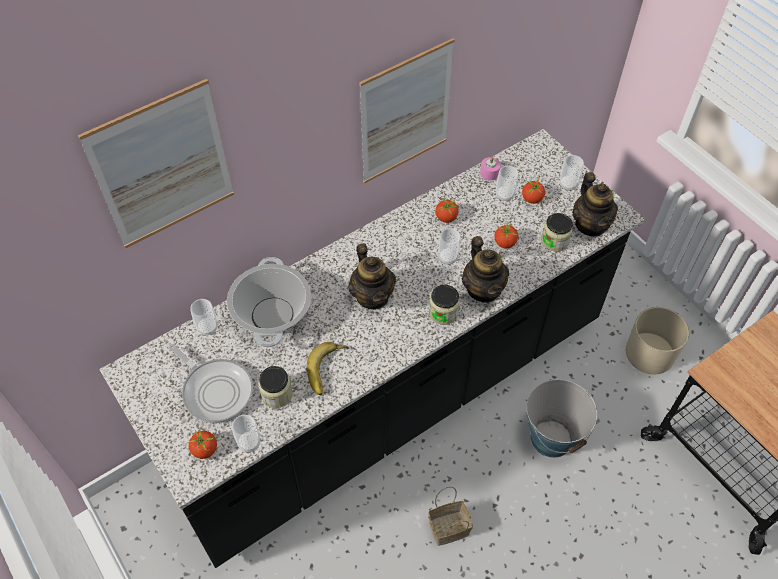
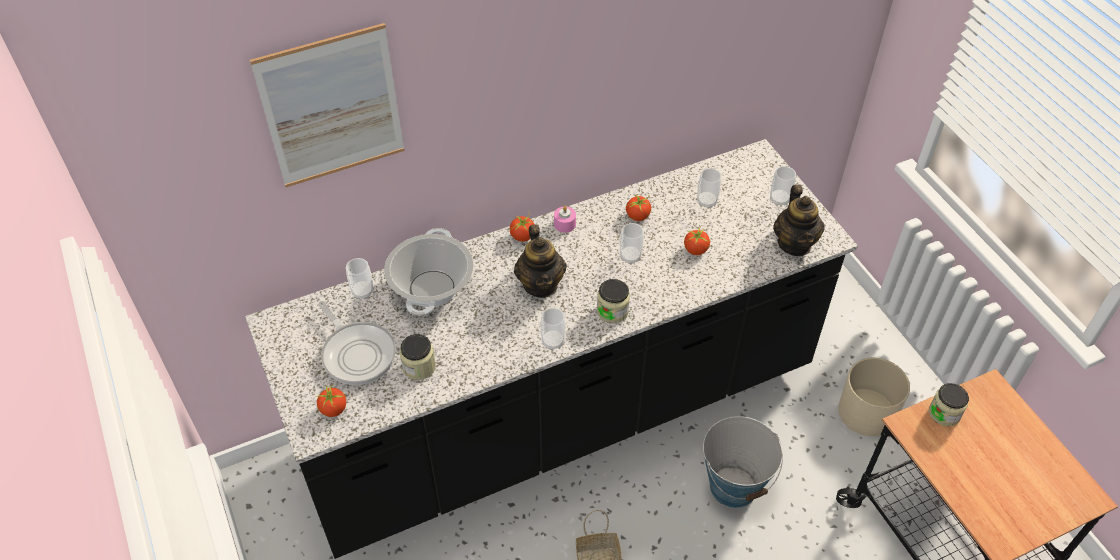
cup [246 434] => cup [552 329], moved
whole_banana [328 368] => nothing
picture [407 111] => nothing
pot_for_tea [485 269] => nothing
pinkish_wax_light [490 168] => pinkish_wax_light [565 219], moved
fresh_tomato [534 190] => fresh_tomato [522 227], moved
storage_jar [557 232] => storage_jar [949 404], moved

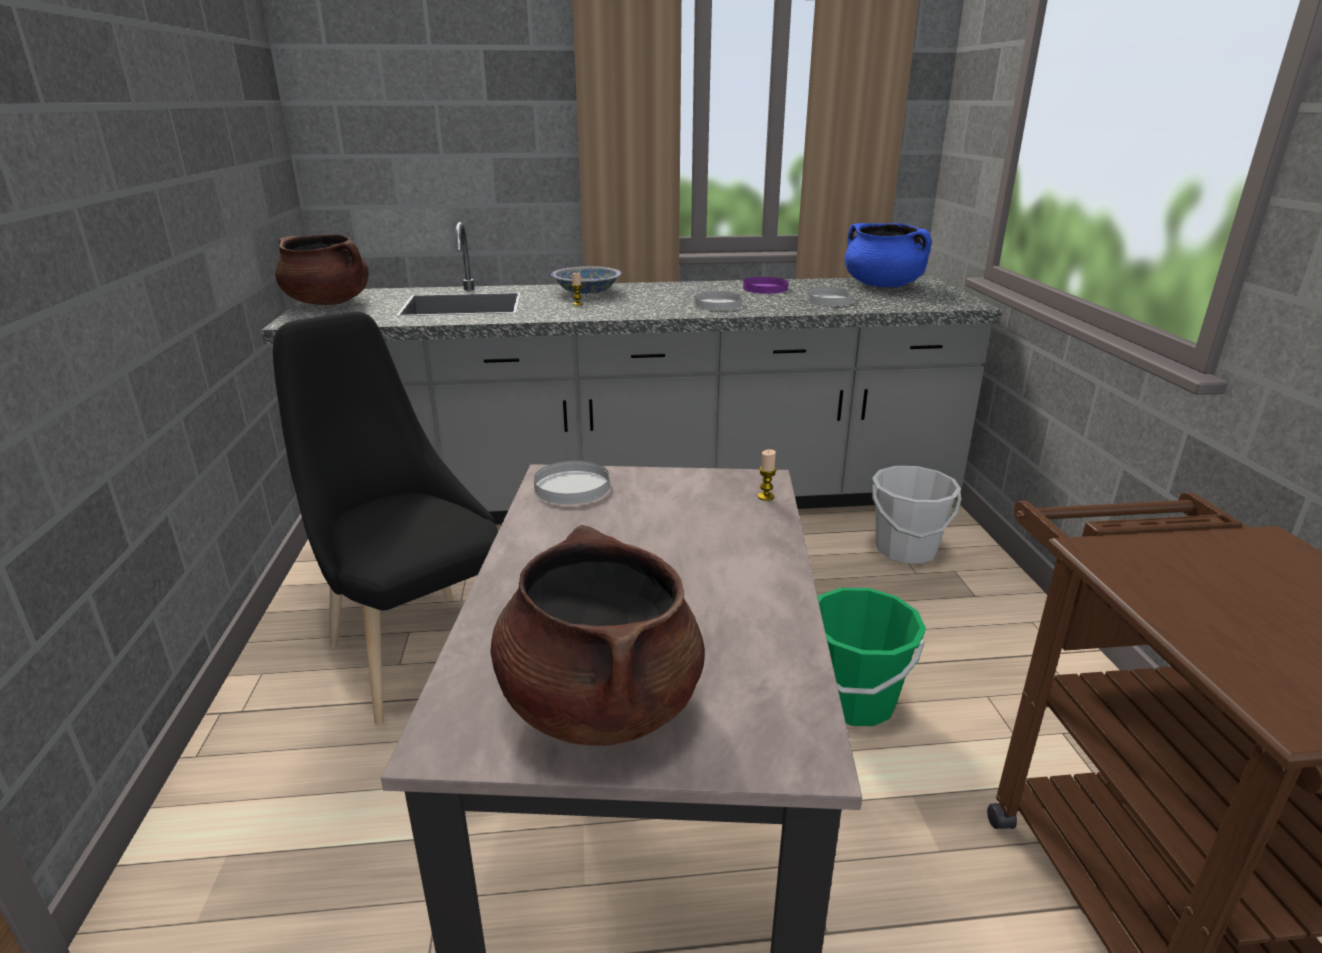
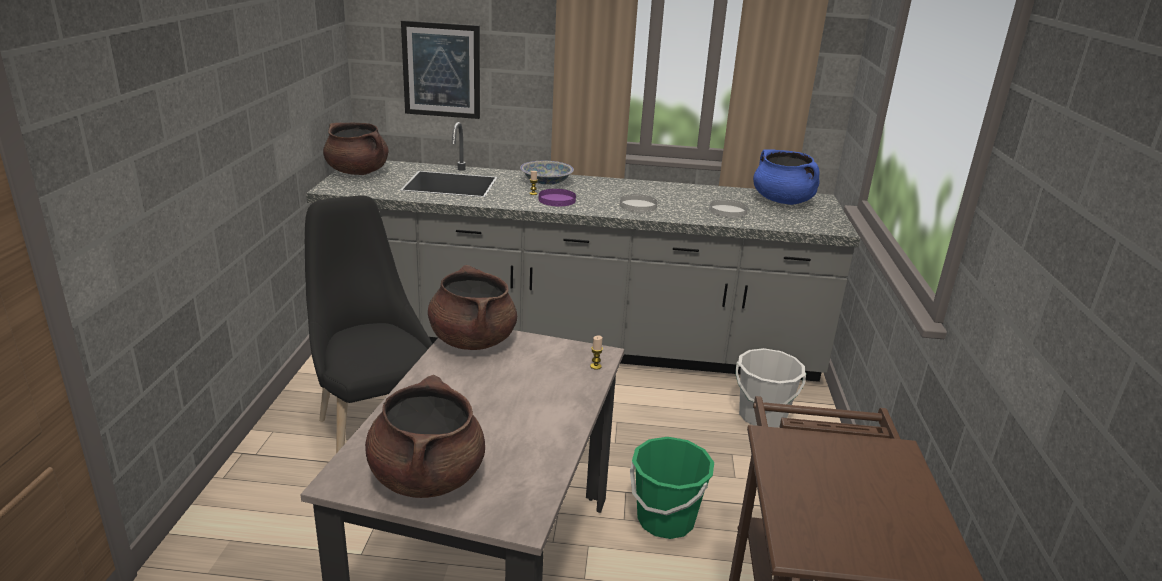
white-coloured_plate [572 482] => brown-coloured_stockpot [472 307]
purple_plate [766 285] => purple_plate [557 197], moved
nothing => picture [440 69]

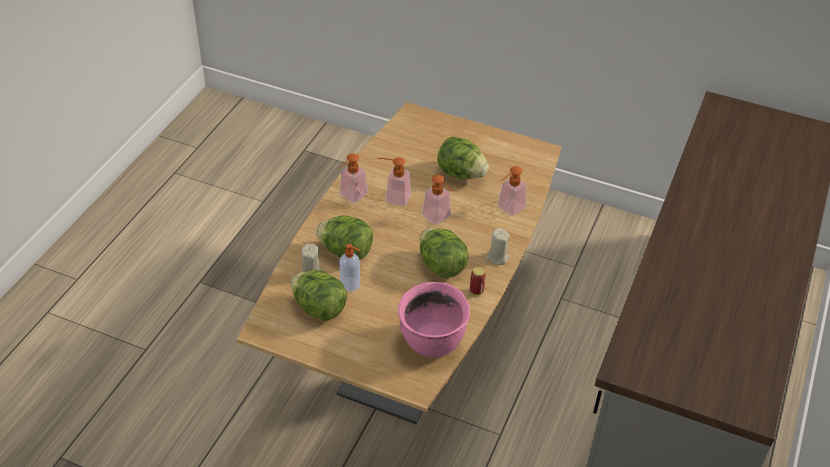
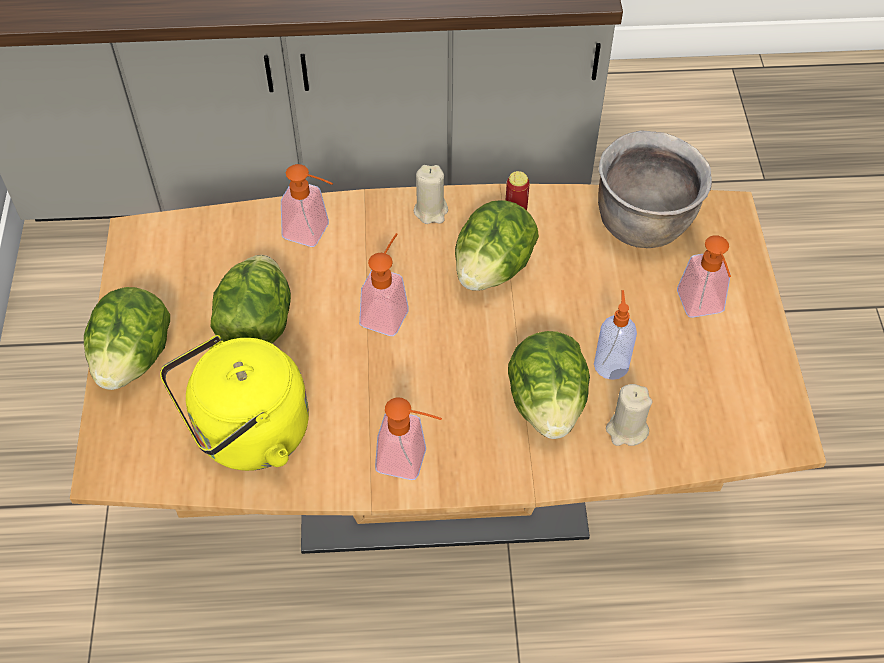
lettuce_head [319 295] => lettuce_head [127 338], moved
liquid_soap_bottle [394 181] => liquid_soap_bottle [704 277], moved
pinkish_stockpot [434 319] => brown-coloured_stockpot [655 189]
nothing => yellow_tea_kettle [234 403]

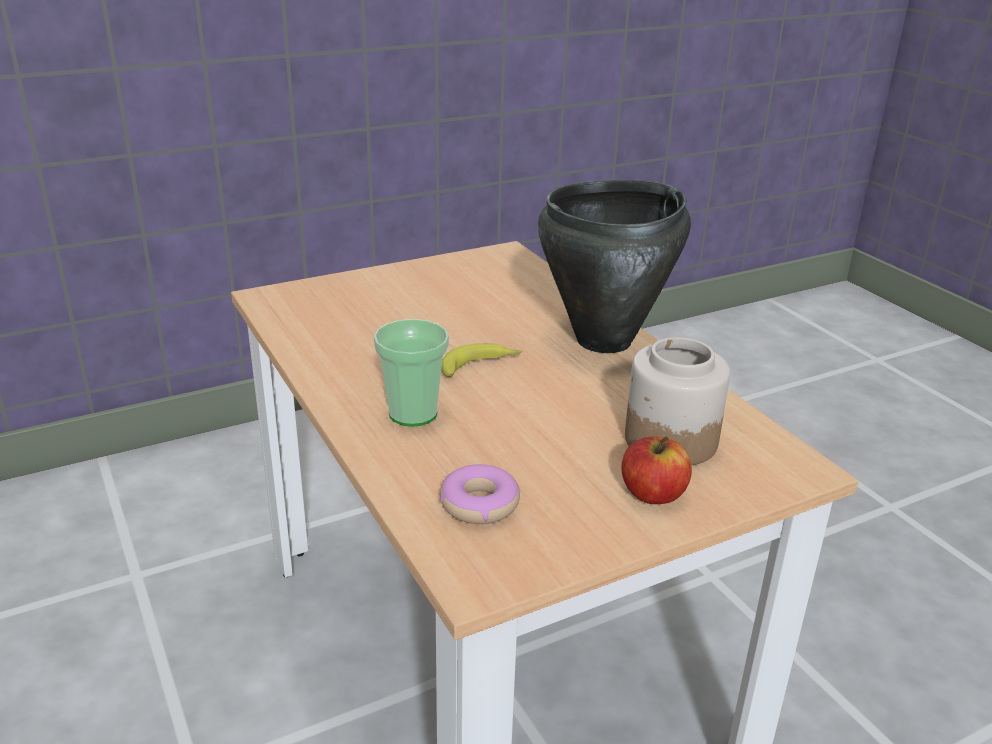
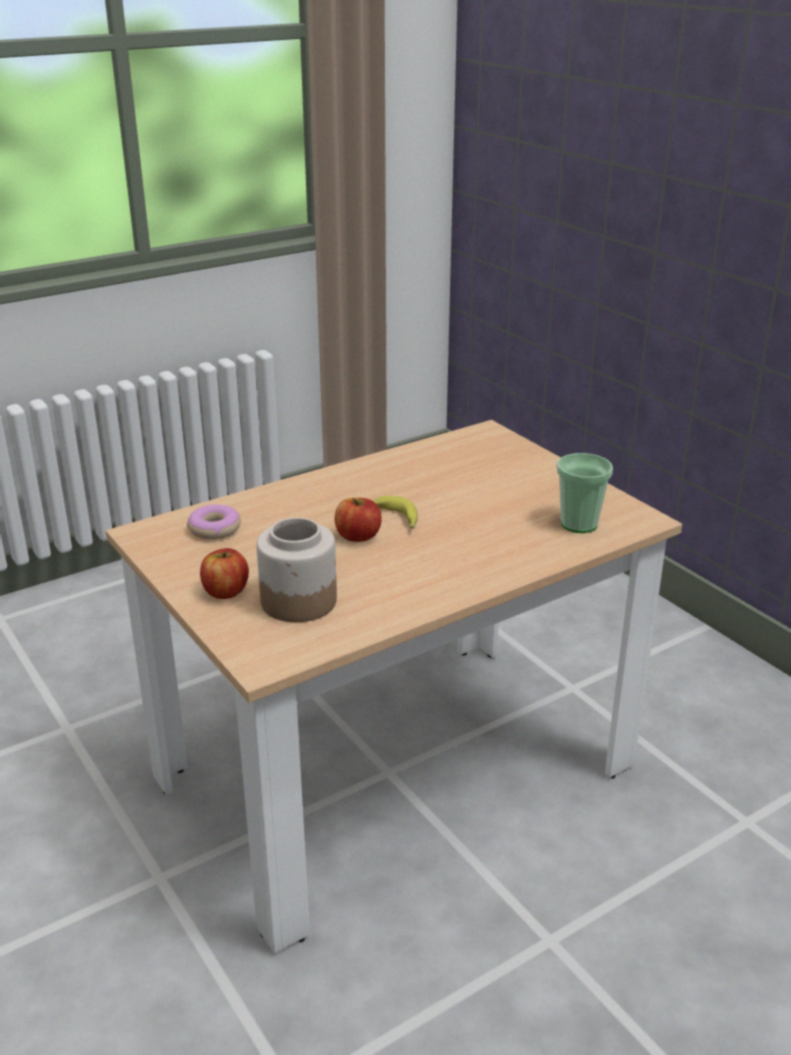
cup [411 373] => cup [585 493], moved
blackish_stockpot [614 266] => nothing
nothing => whole_apple [358 520]

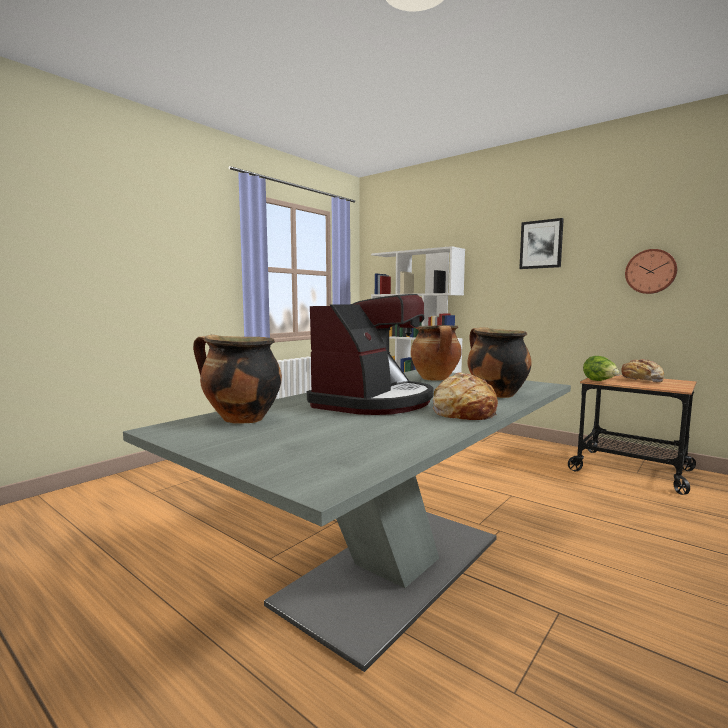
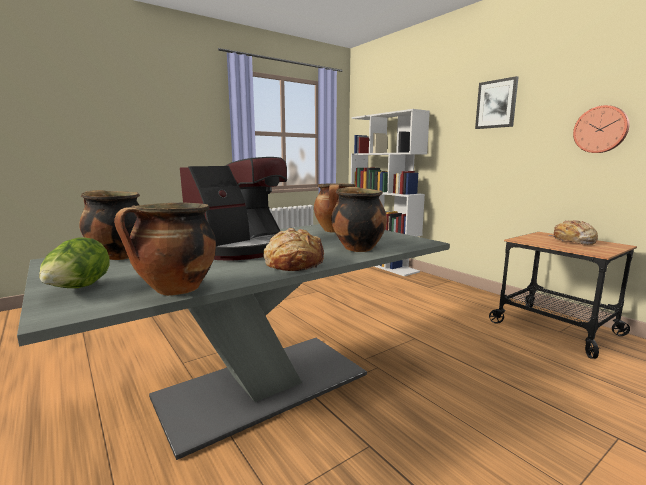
lettuce_head [601 368] => lettuce_head [74 263], moved
nothing => stockpot [165 249]

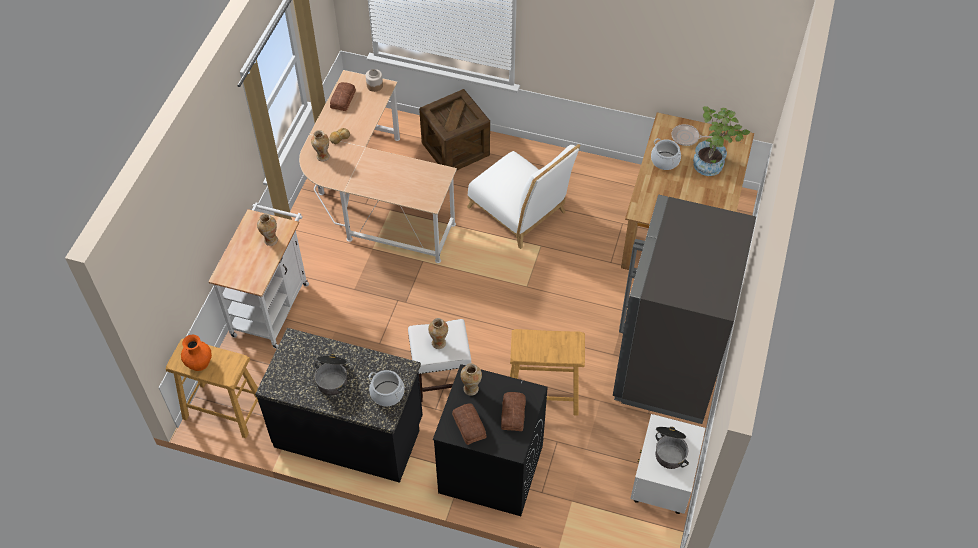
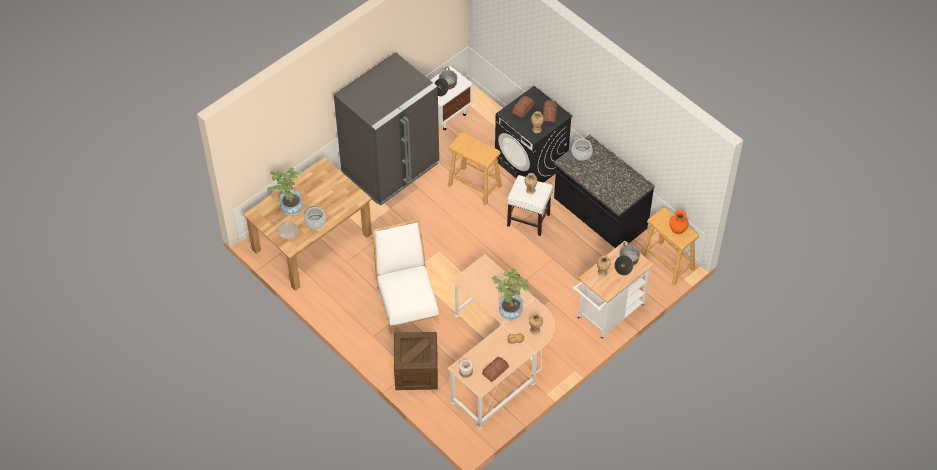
stockpot [330 374] => stockpot [627 258], moved
nothing => plant_in_a_pot [510 294]

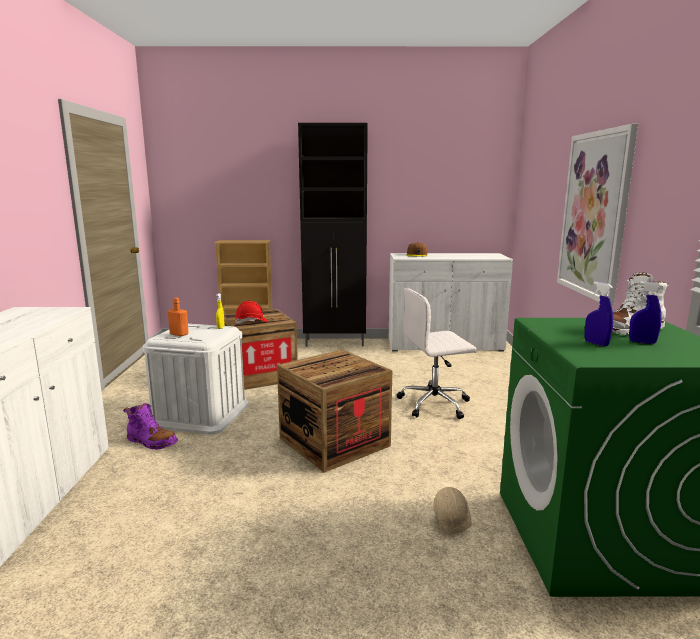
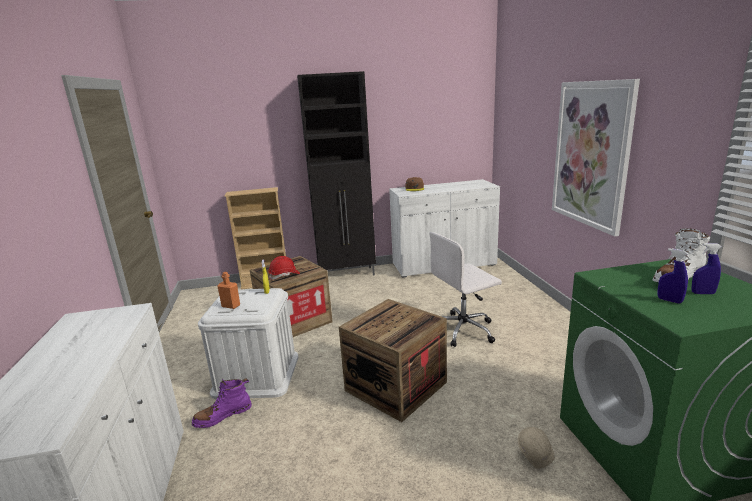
purple_boot [150 426] => purple_boot [222 403], 135 degrees clockwise

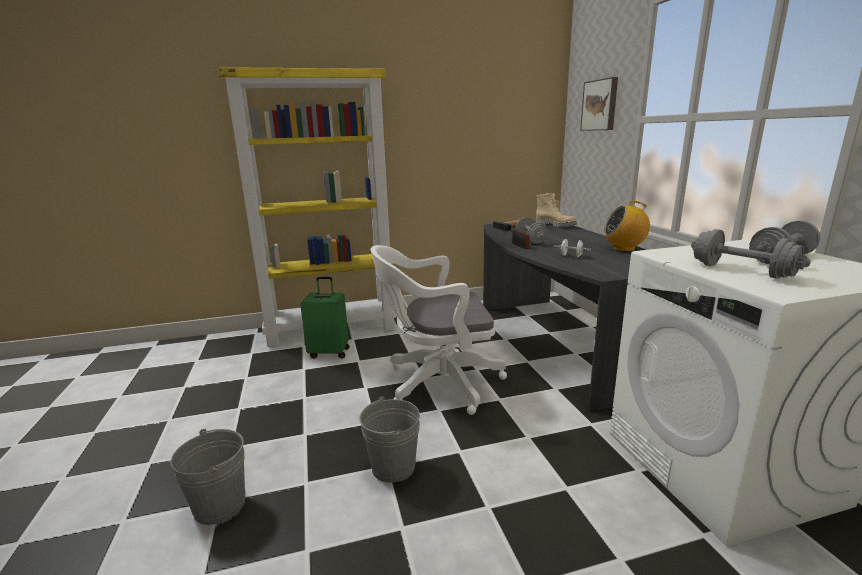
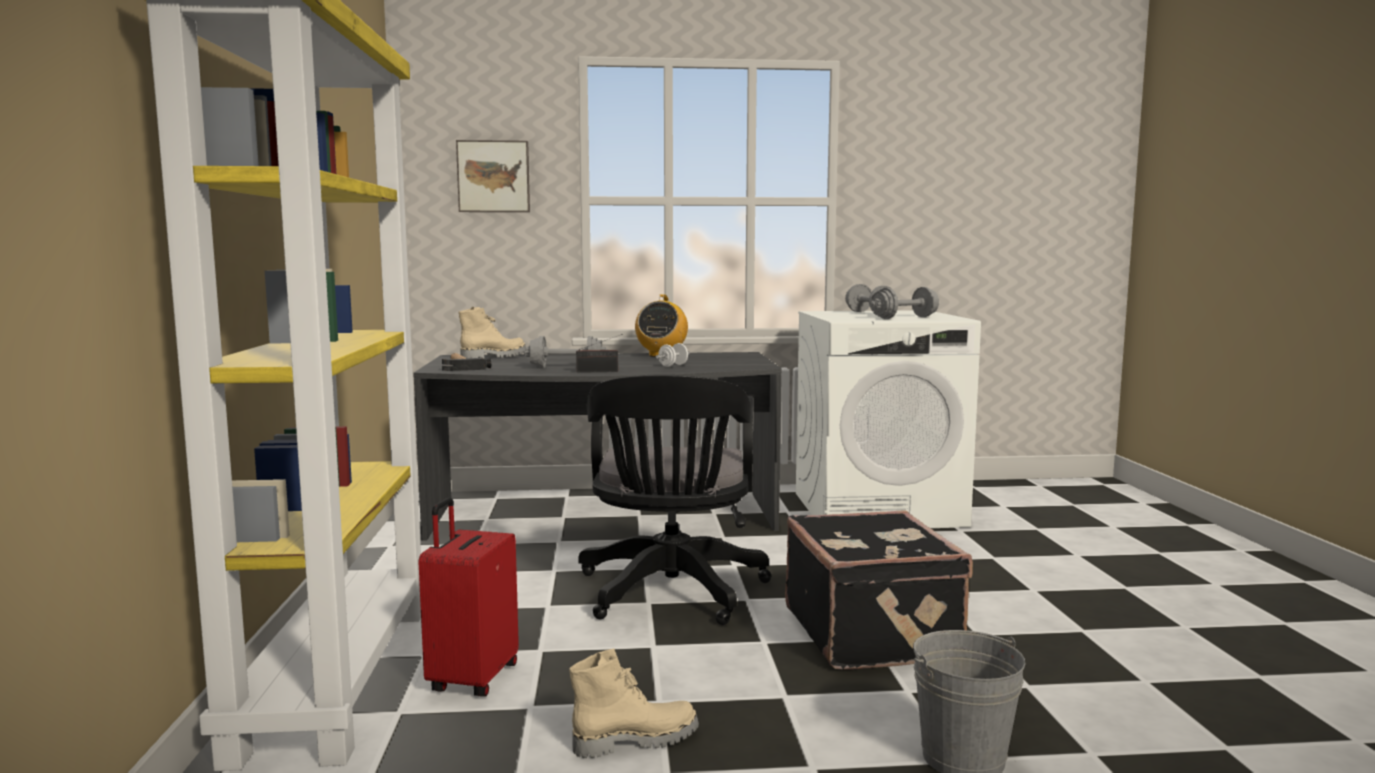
green_suitcase [325 317] => red_suitcase [469 597]
gray_bucket [389 439] => blackish_suitcase [879 589]
white-coloured_desk_chair [439 330] => blackish_desk_chair [675 499]
nothing => beige-coloured_boot [634 703]

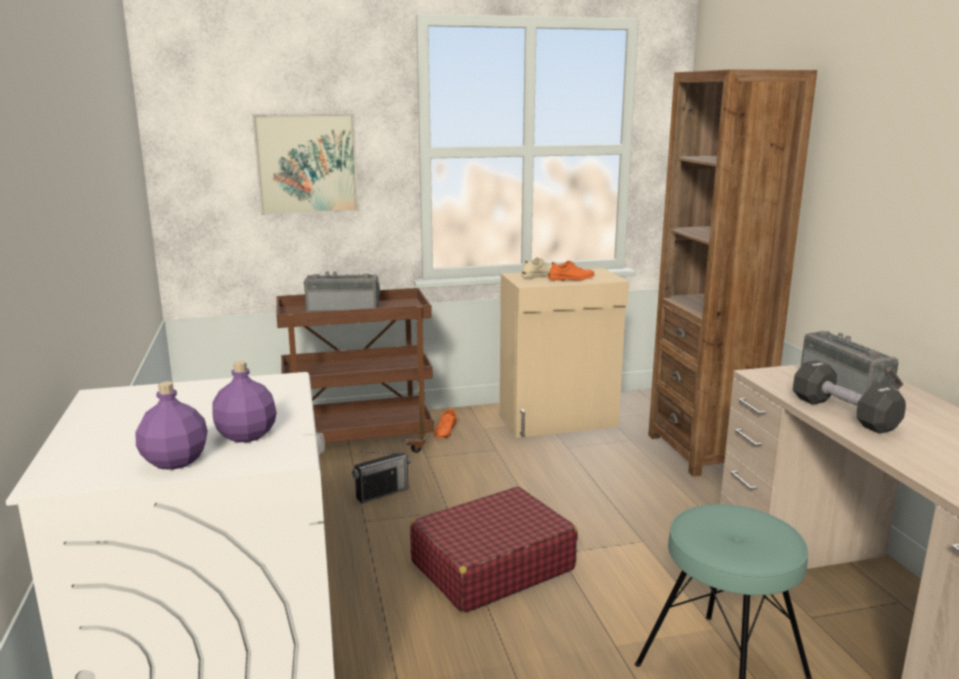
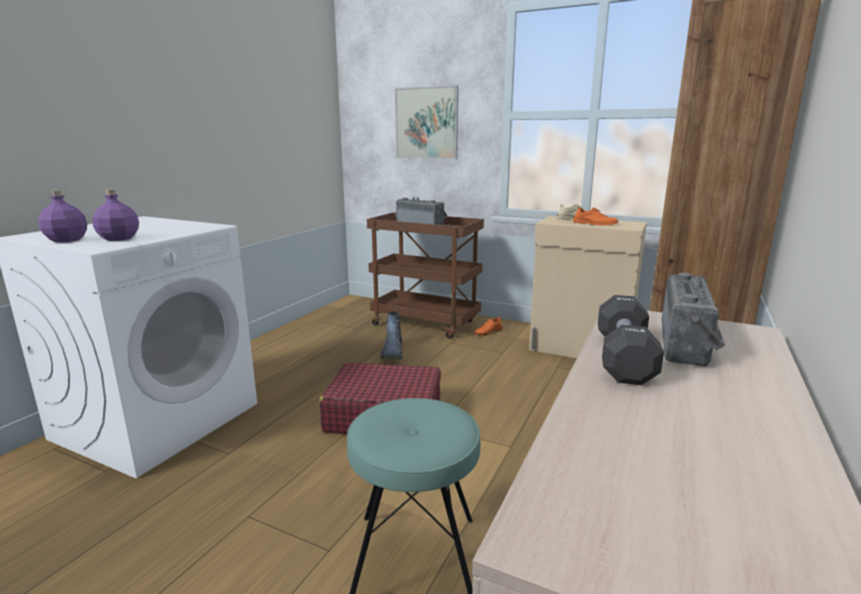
radio_set [381 477] => boot [391 335]

